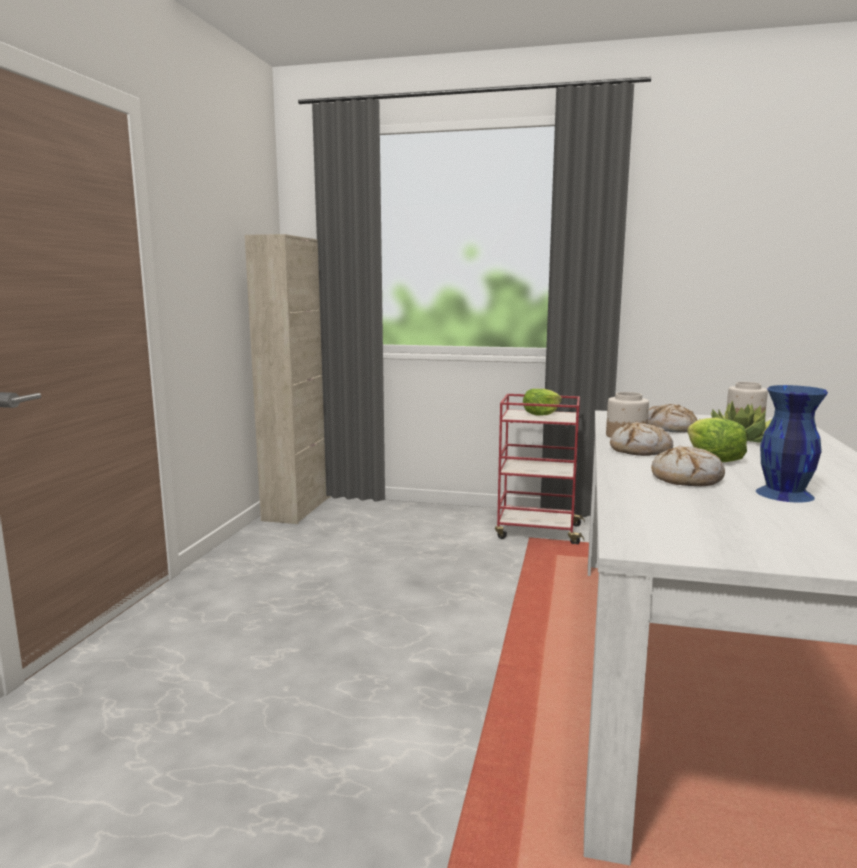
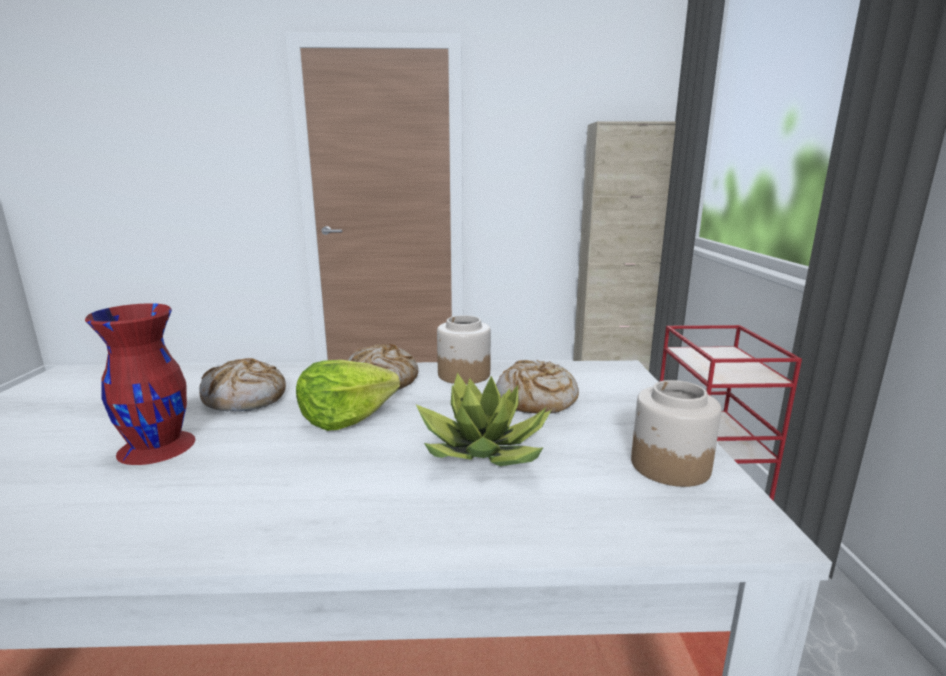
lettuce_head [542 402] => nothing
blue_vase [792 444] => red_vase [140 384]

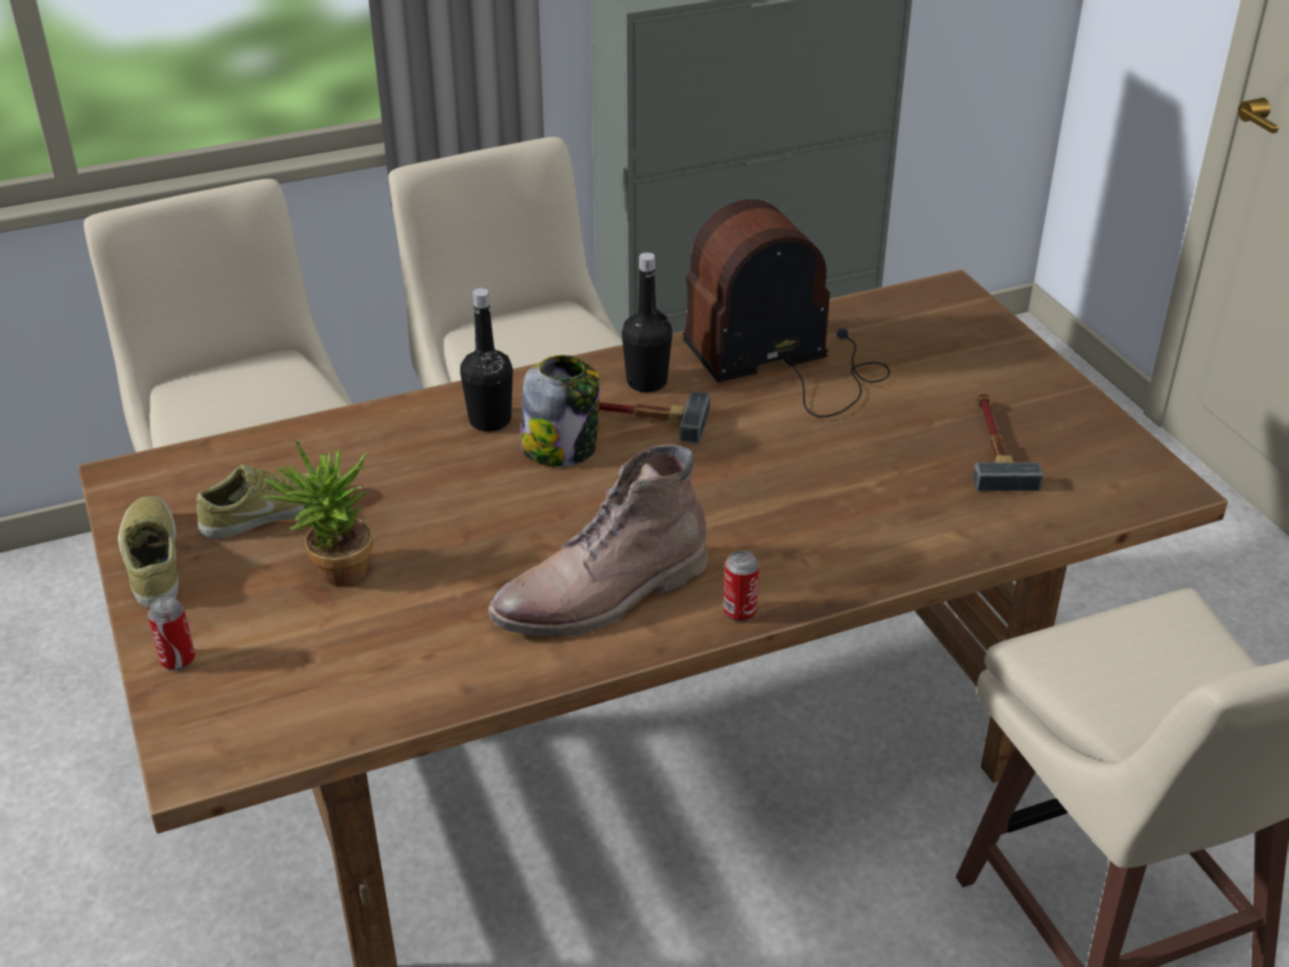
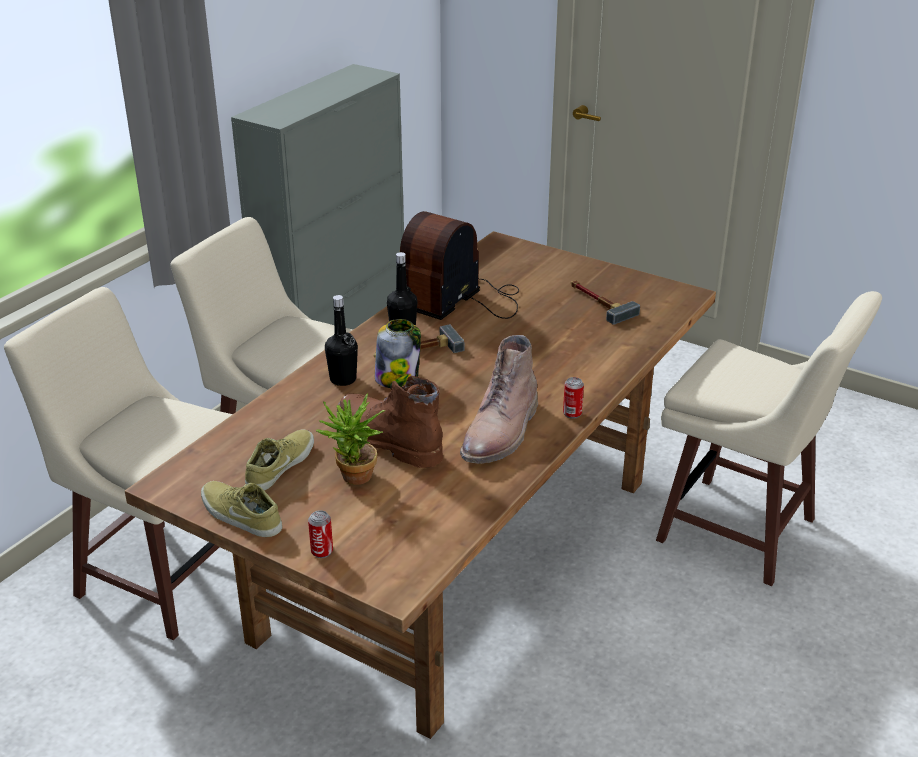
nothing => brown-coloured_boot [390 422]

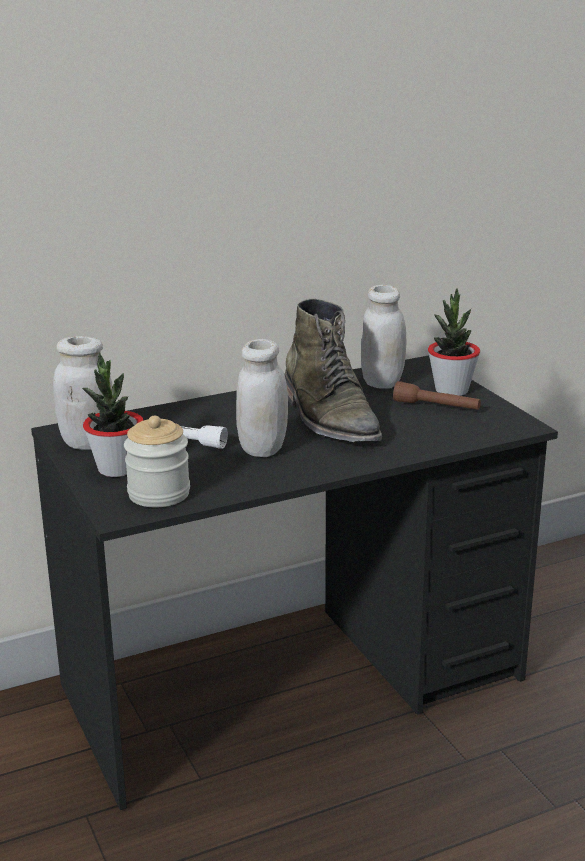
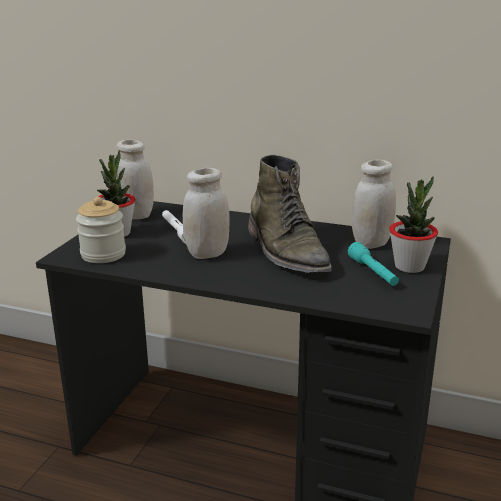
green_boot [333 370] => green_boot [290 214], 45 degrees counterclockwise
brown-coloured_torch [437 395] => turquoise-coloured_torch [373 264]

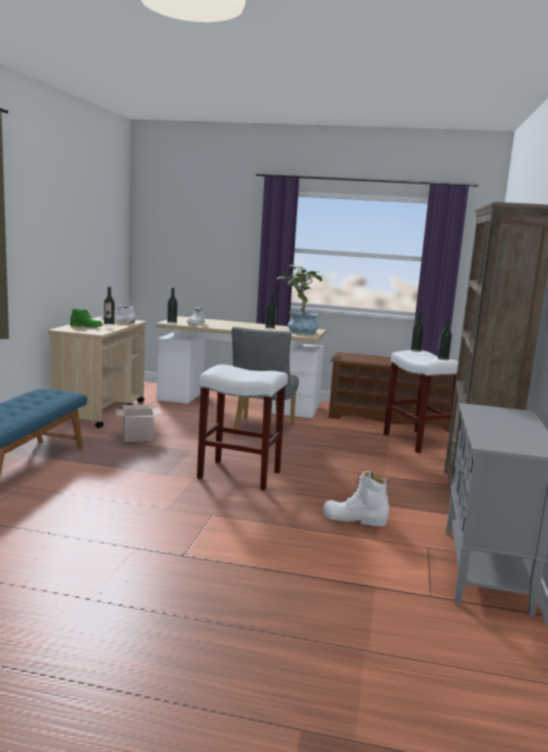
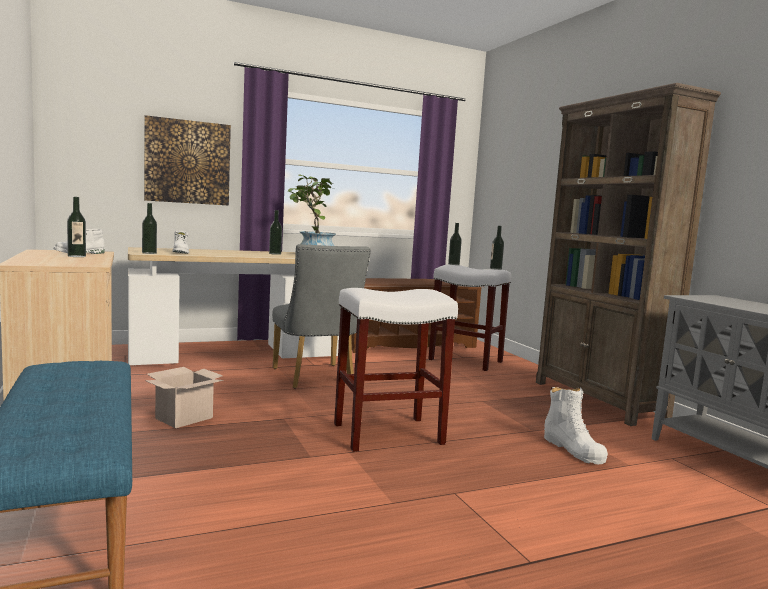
green_boot [86 318] => nothing
white-coloured_boot [356 498] => white-coloured_boot [576 425], 90 degrees counterclockwise
nothing => picture [187 160]

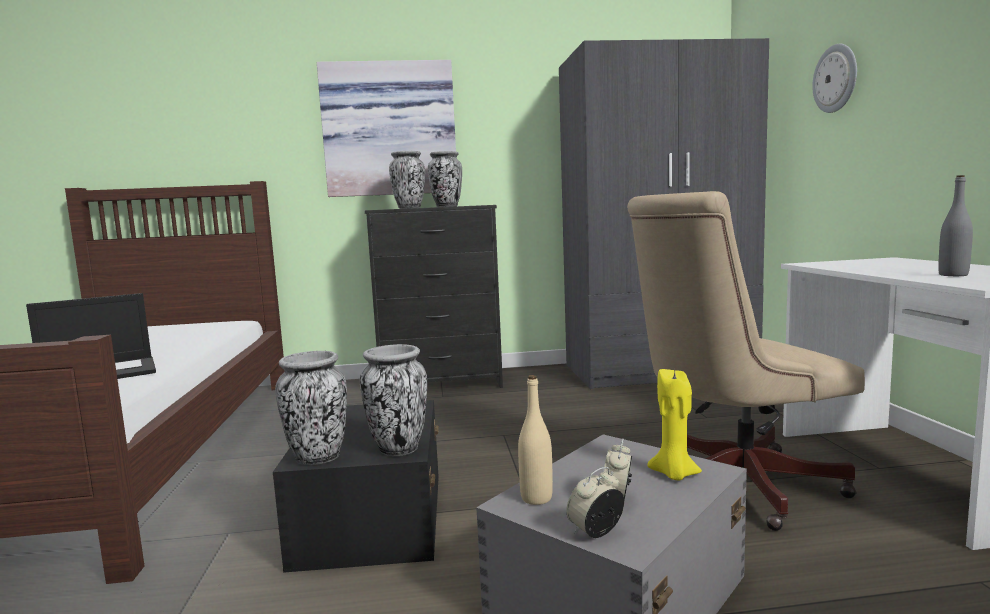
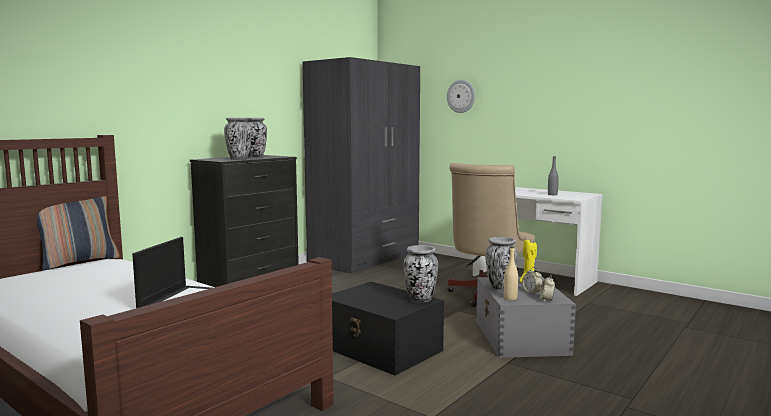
vase [311 408] => vase [501 263], moved
picture [386 128] => nothing
nothing => cushion [78 233]

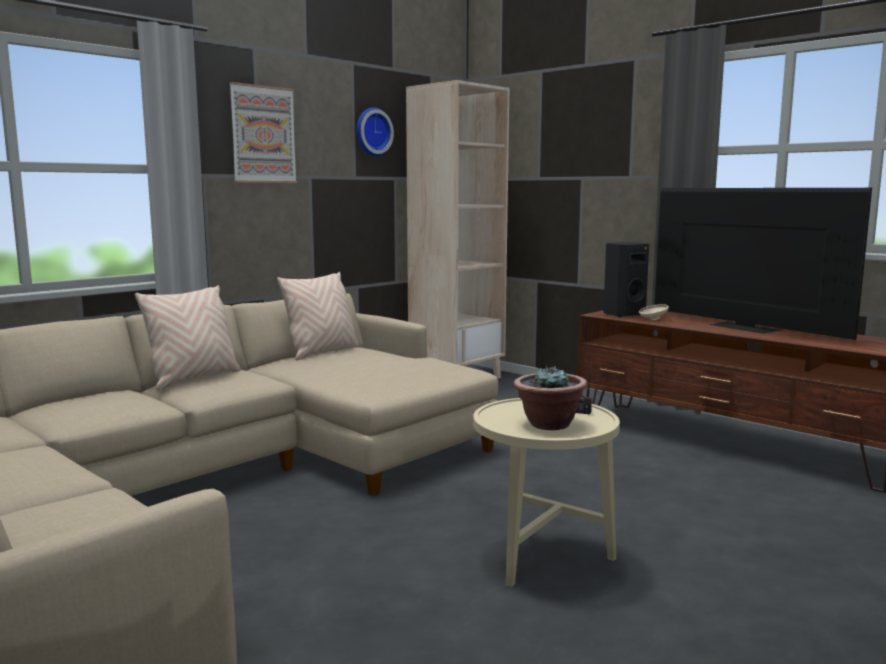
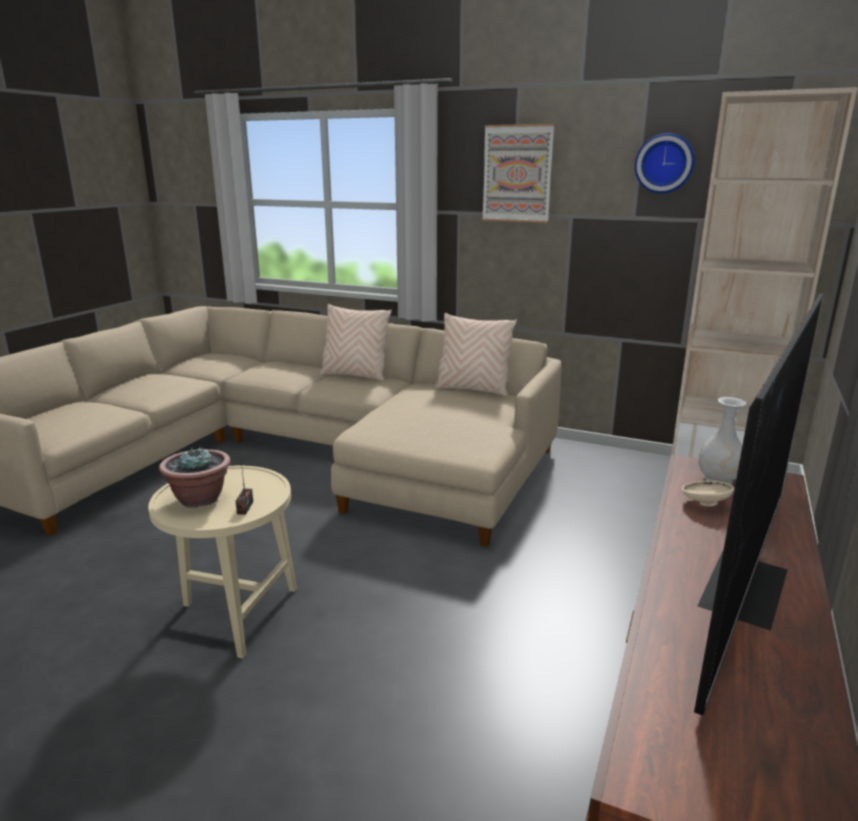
blackish_audio_speaker [626 280] => white-coloured_vase [723 441]

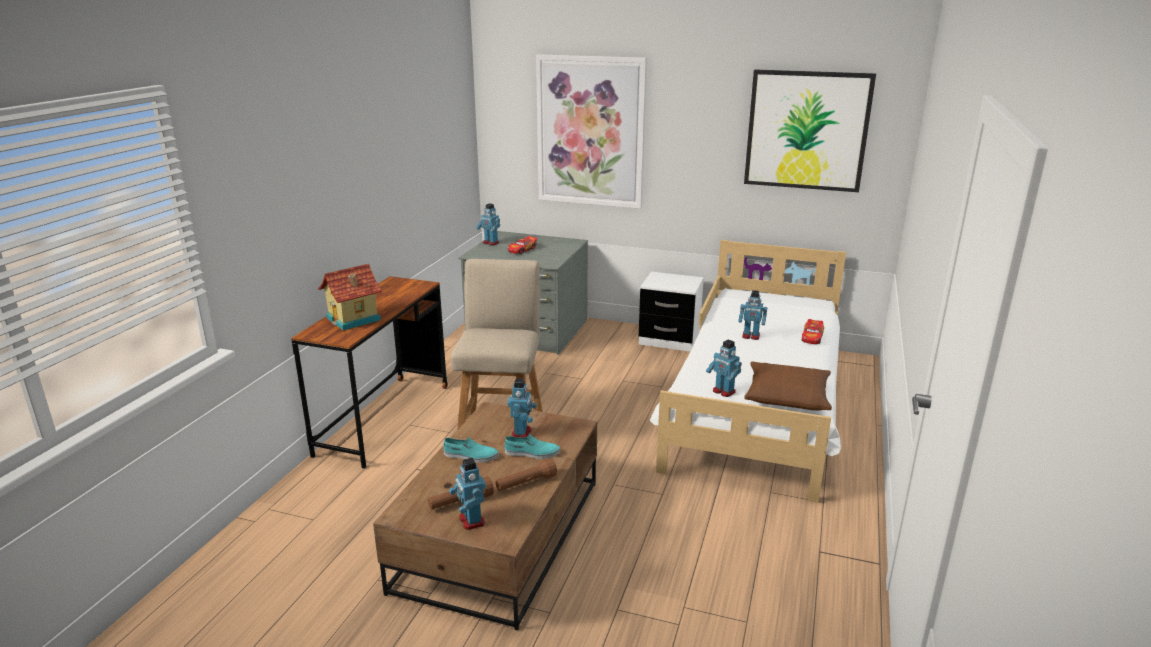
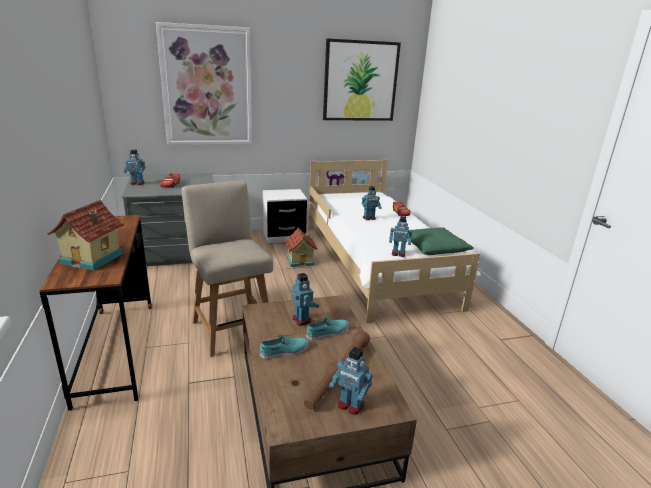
brown-coloured_cushion [788 386] => green_cushion [440 241]
nothing => model_house [301 247]

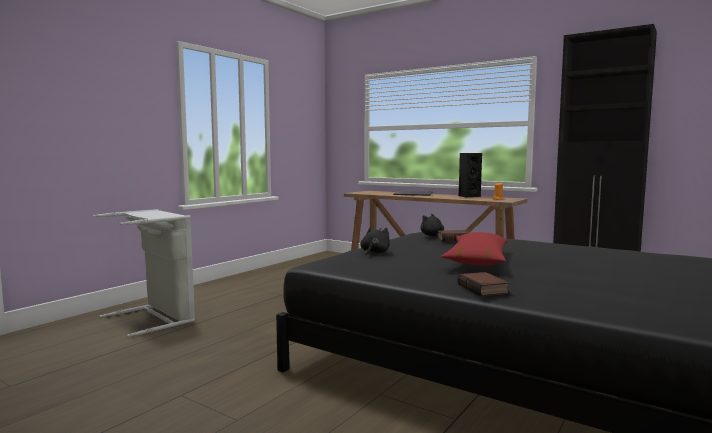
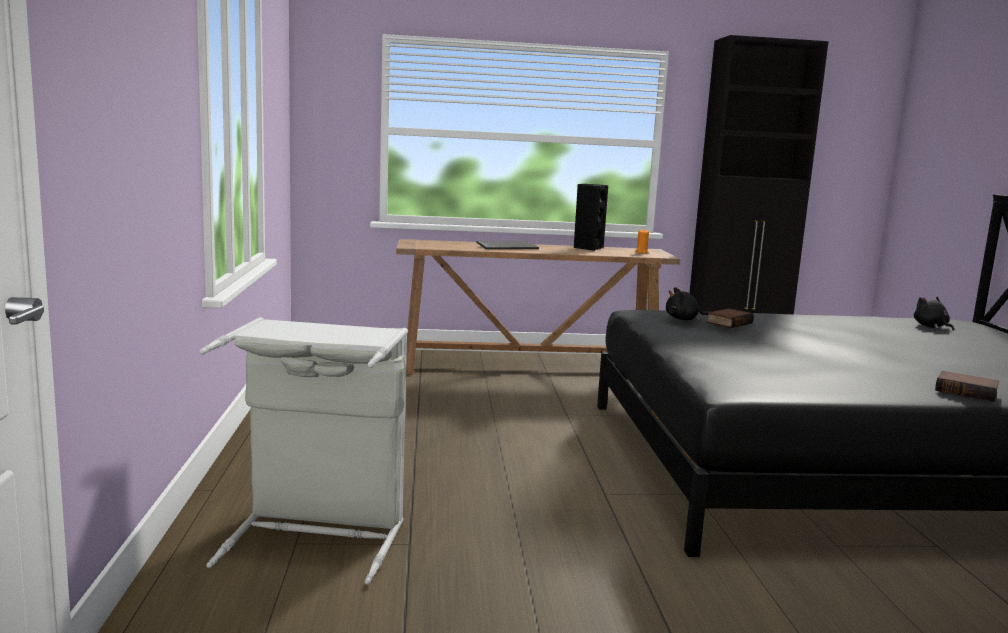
blackish_plush_toy [375 241] => blackish_plush_toy [934 314], moved
red_cushion [474 249] => nothing

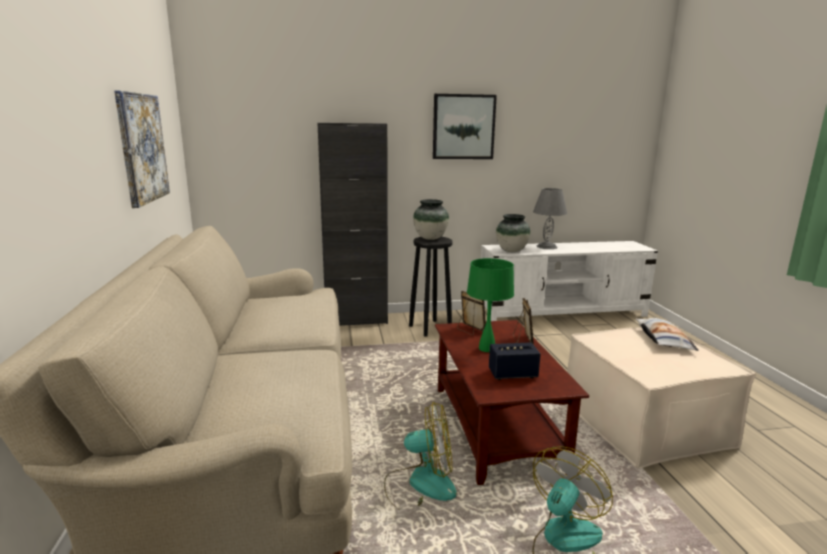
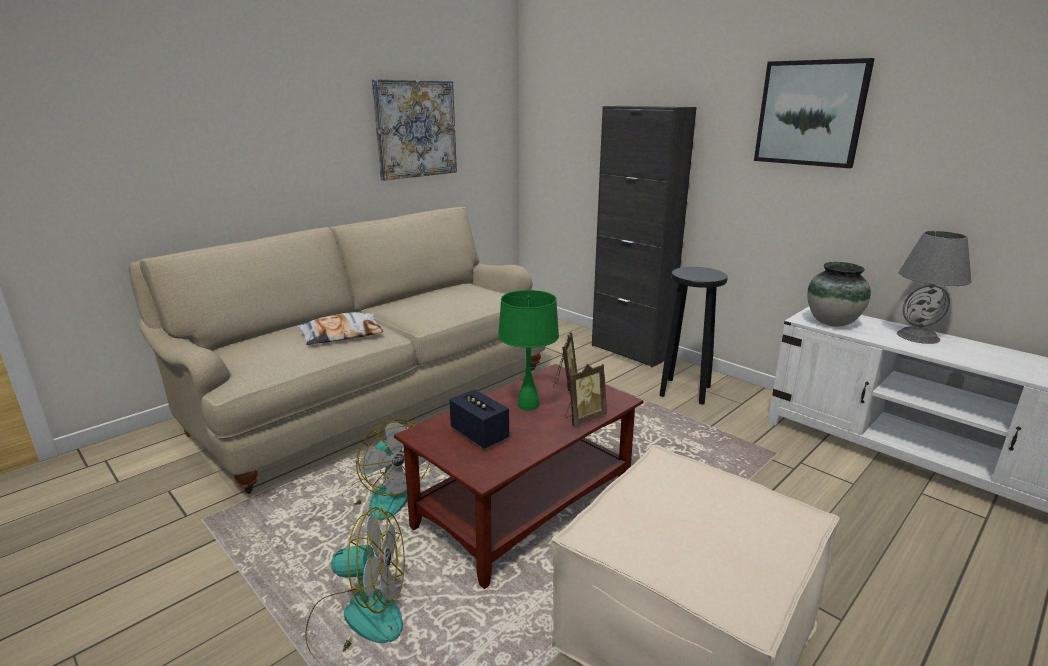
vase [431 219] => nothing
cushion [667 334] => cushion [340 328], moved

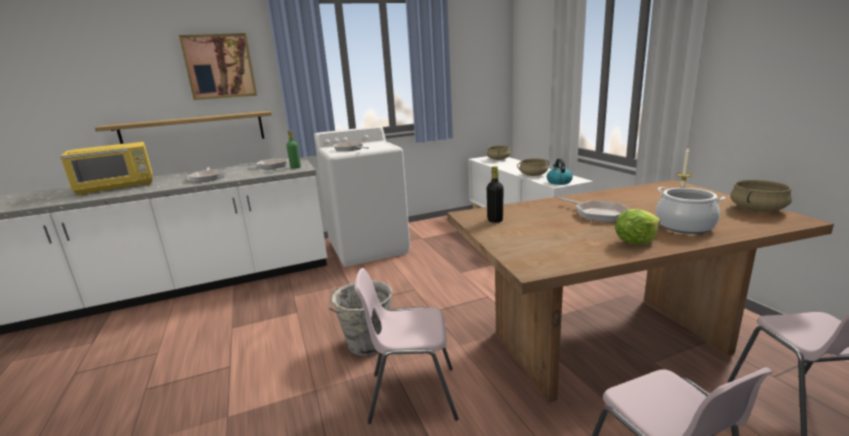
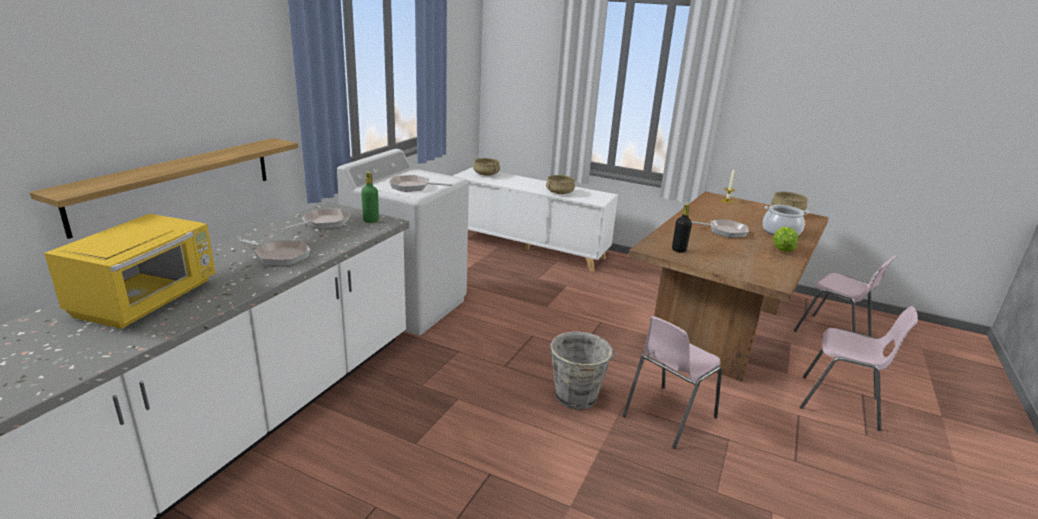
picture [218 66] => nothing
tea_kettle [560 171] => nothing

